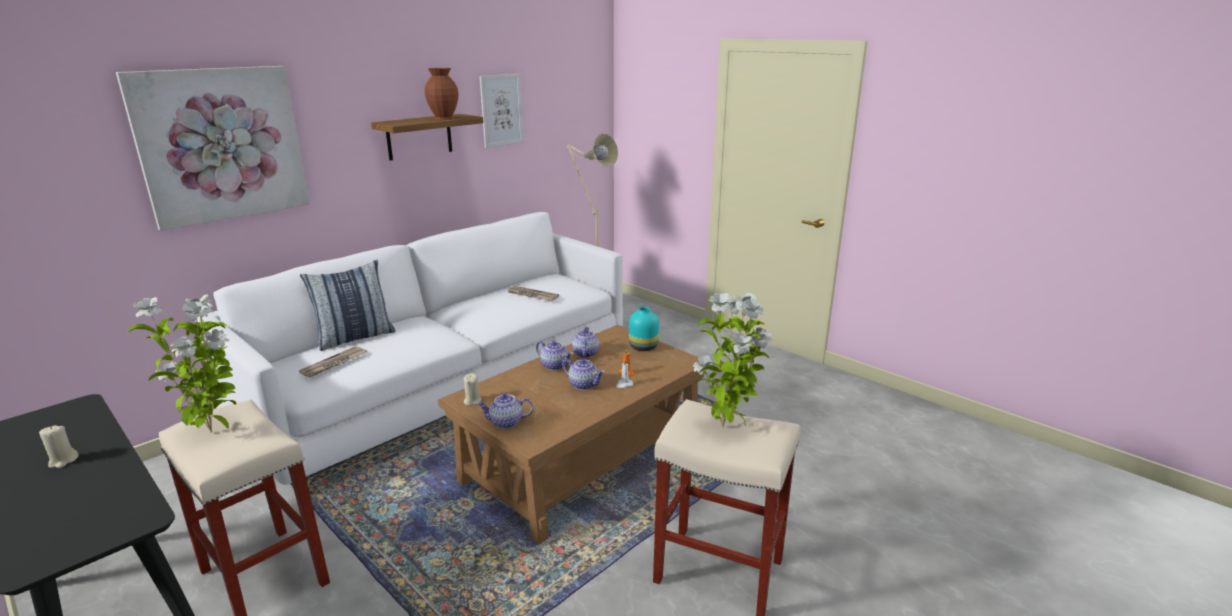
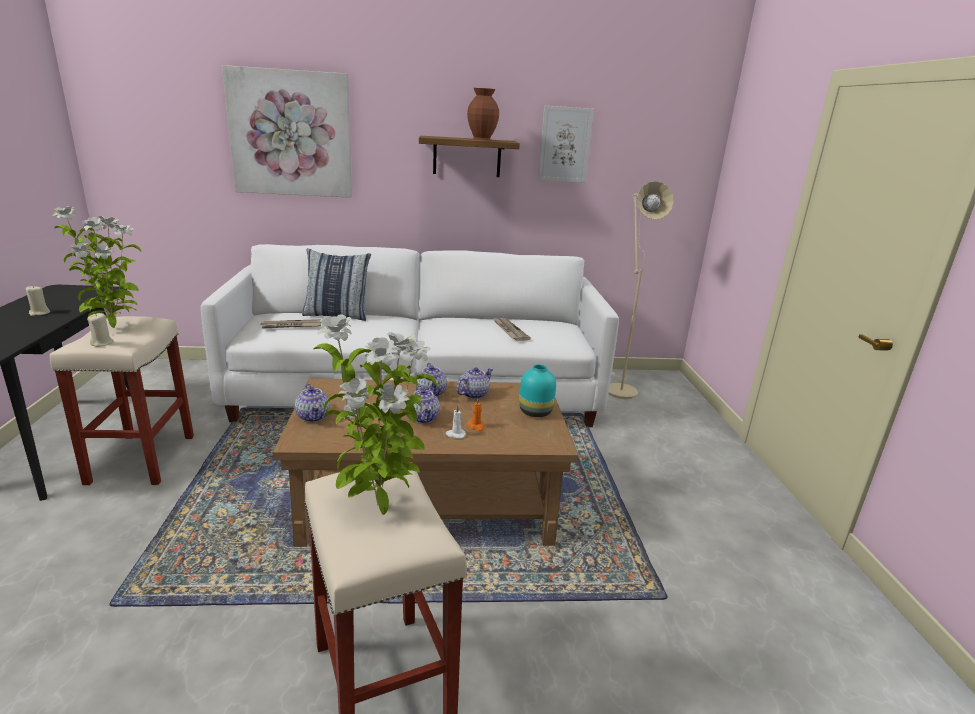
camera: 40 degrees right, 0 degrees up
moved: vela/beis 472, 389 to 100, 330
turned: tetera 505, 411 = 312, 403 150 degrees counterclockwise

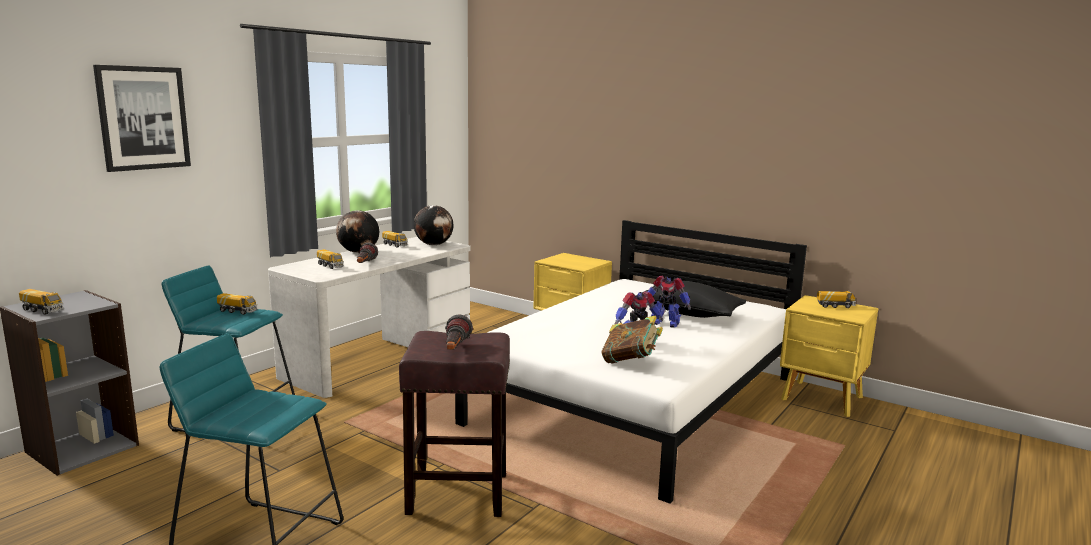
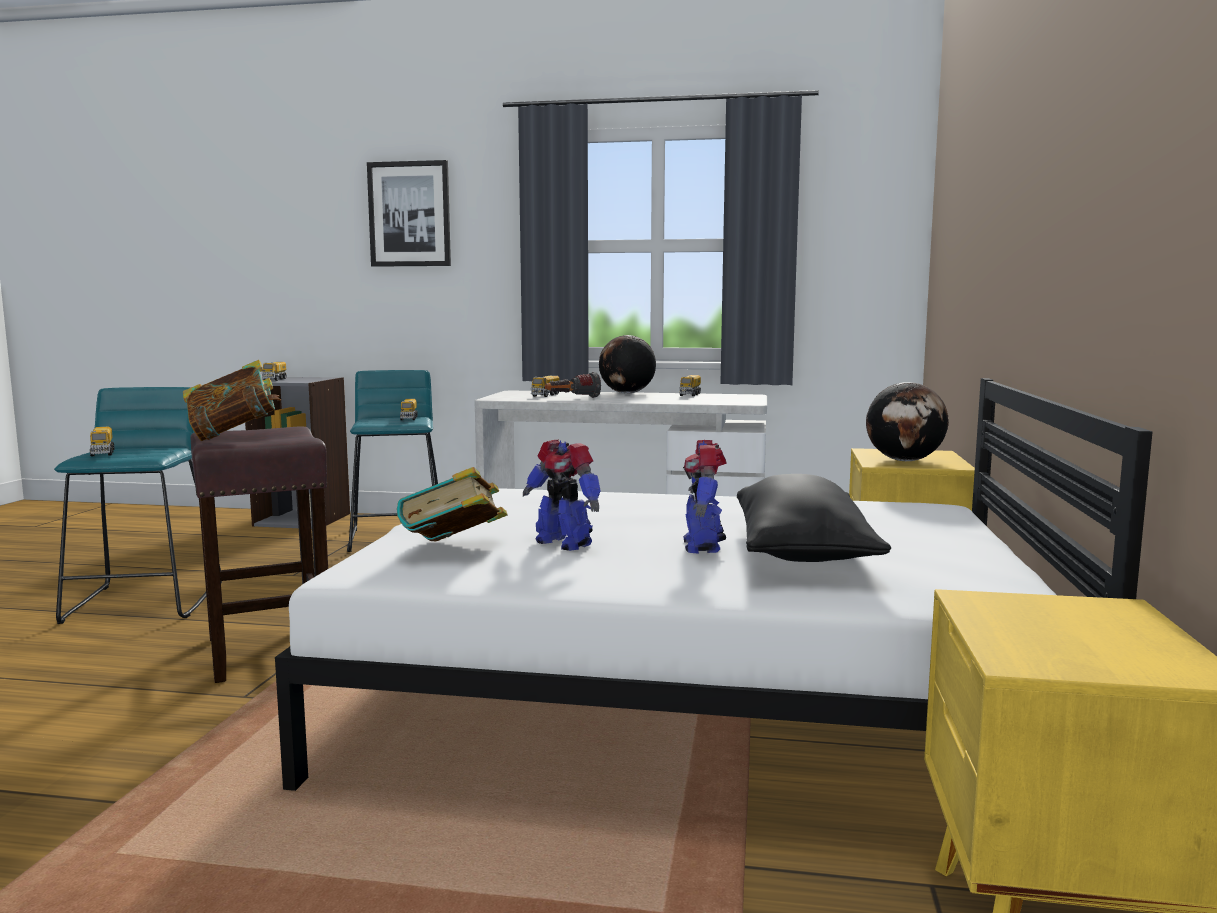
camera: 65 degrees right, 5 degrees down
moved: globo terráqueo 433, 225 to 907, 421; camión de juguete 836, 299 to 102, 441
replaced: linterna 459, 332 to libro 232, 400

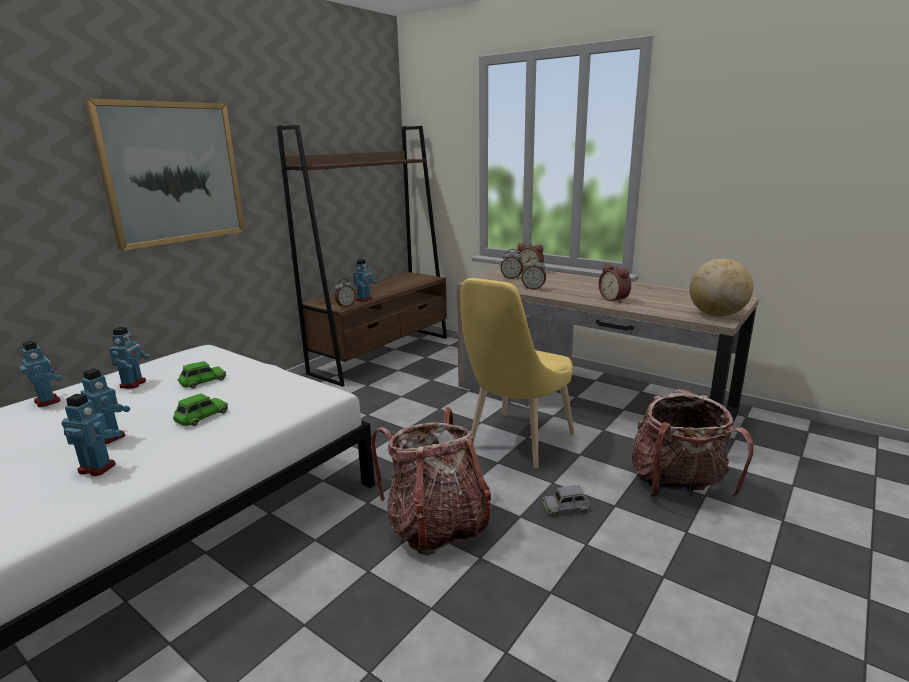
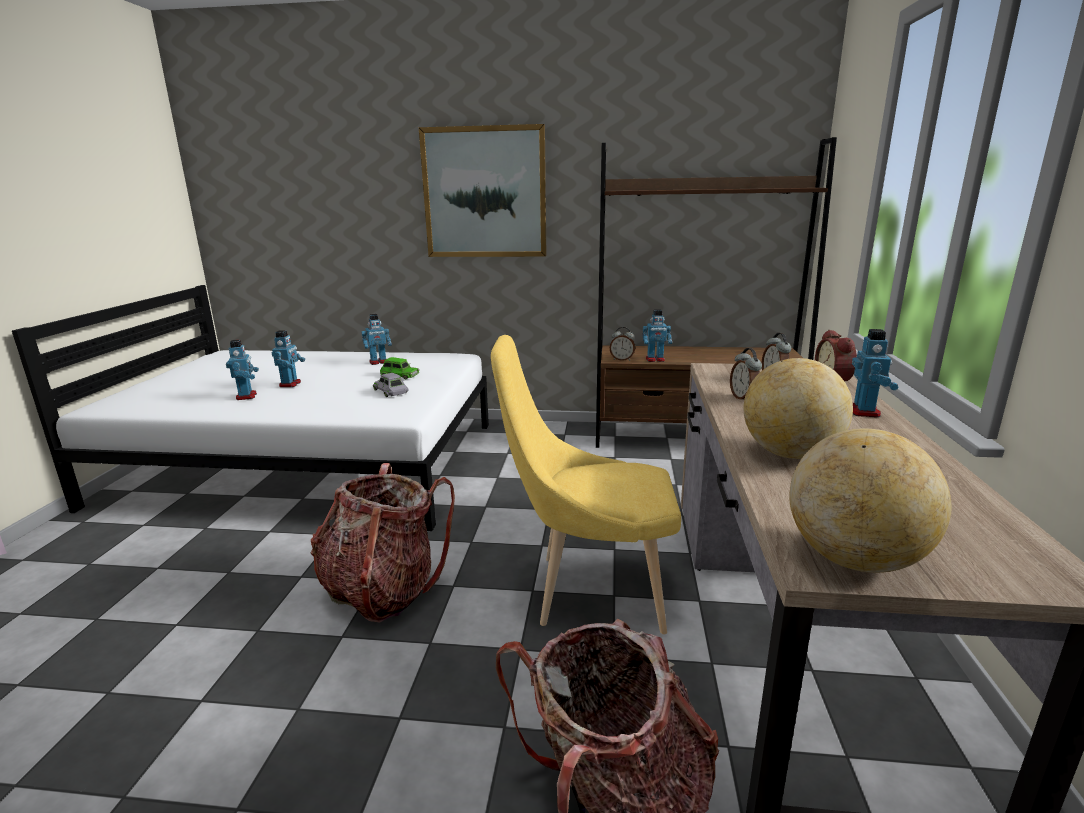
camera: 60 degrees right, 0 degrees up
removed: coche de juguete/verde 200, 409
moved: robot de juguete 40, 374 to 875, 373; coche de juguete/gris 566, 501 to 391, 385
replaced: despertador 615, 283 to globo terráqueo 798, 408

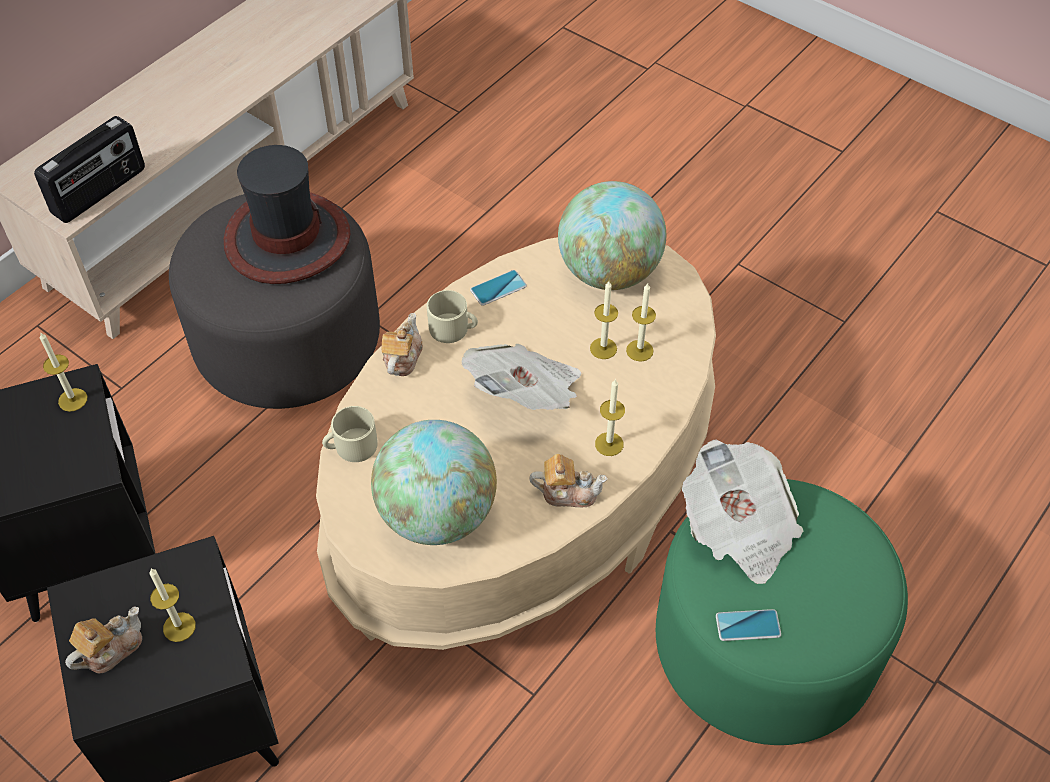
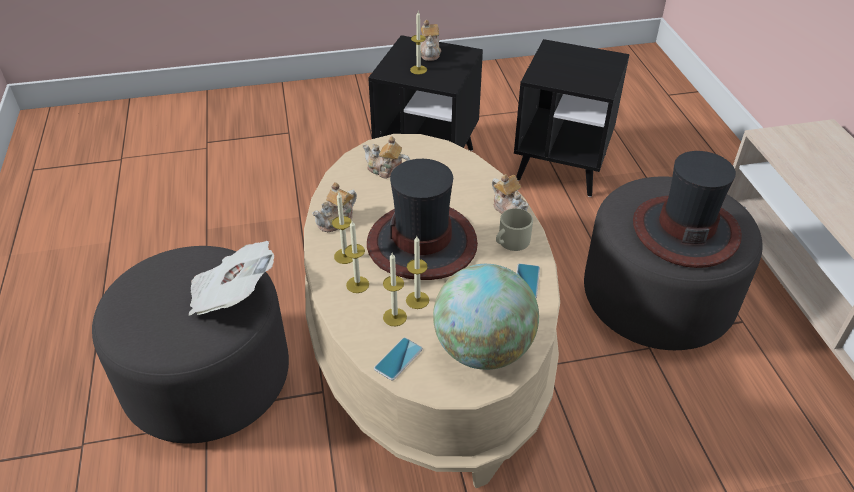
camera: 130 degrees right, 10 degrees down
removed: radio 89, 169; taza grande/beis 349, 434
moved: vela 63, 372 to 357, 257; móvil 748, 625 to 398, 358
replaced: globo terráqueo 434, 482 to tetera 386, 157; periódico 522, 377 to sombrero 422, 219
recoloured: puf/verde 782, 612 to puf/gris 190, 344

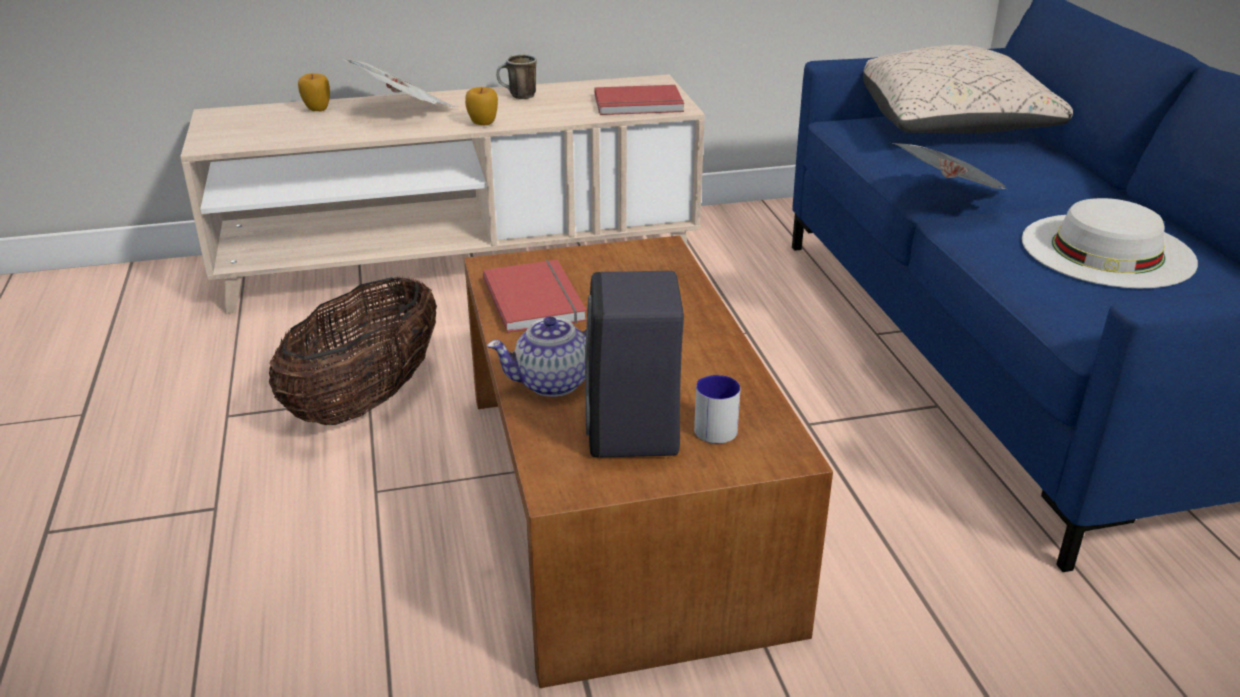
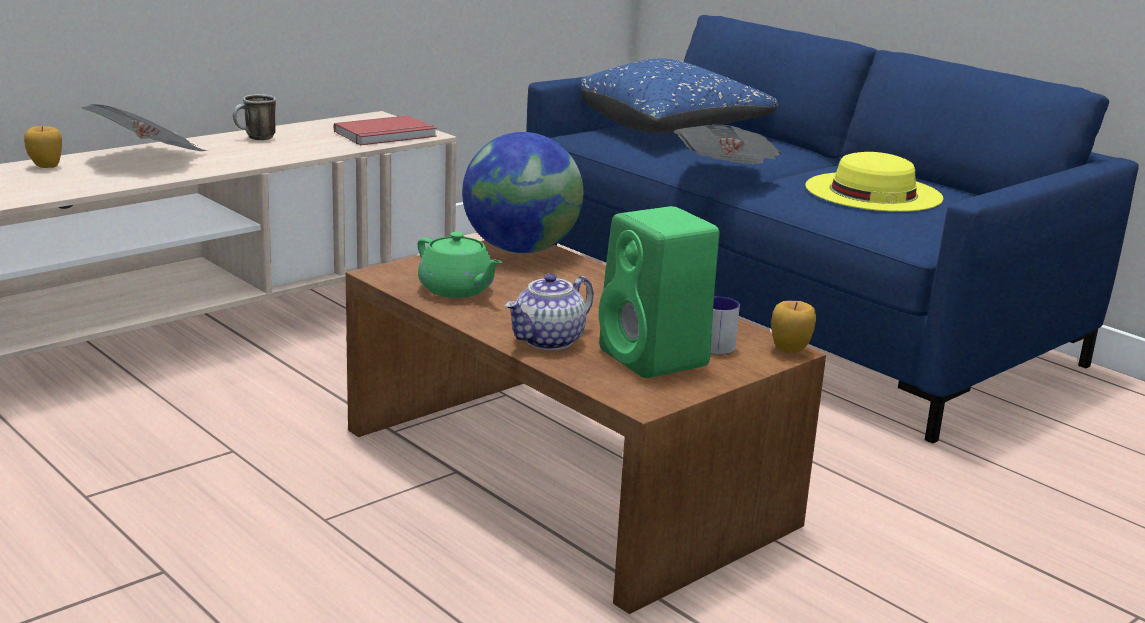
camera: 30 degrees left, 10 degrees down
removed: cesta 353, 350
added: globo terráqueo 522, 193
moved: manzana 481, 106 to 793, 326
replaced: libro/rojo 535, 296 to tetera/verde 460, 265
recoloured: altavoz/negro 634, 364 to altavoz/verde 659, 292; cojín/beis 968, 89 to cojín/azul 679, 95; sombrero/blanco 1110, 243 to sombrero/amarillo 874, 182

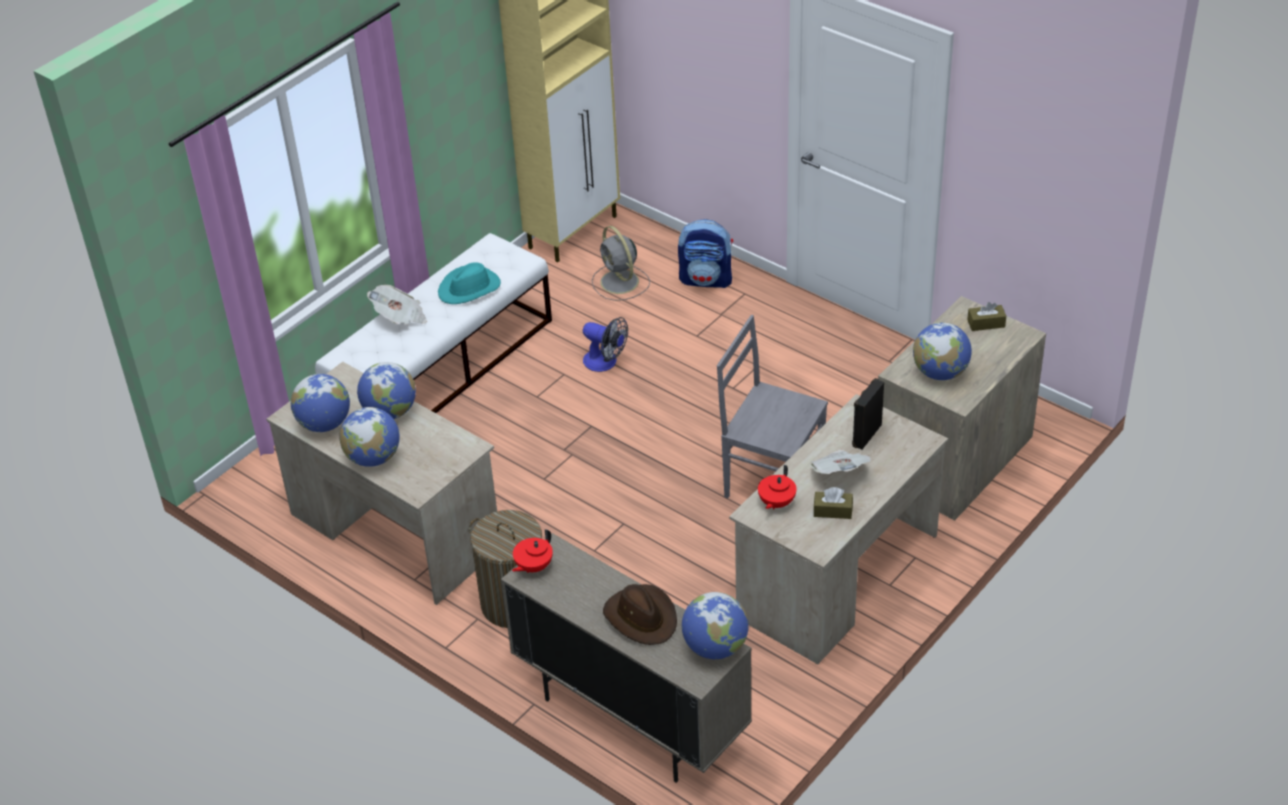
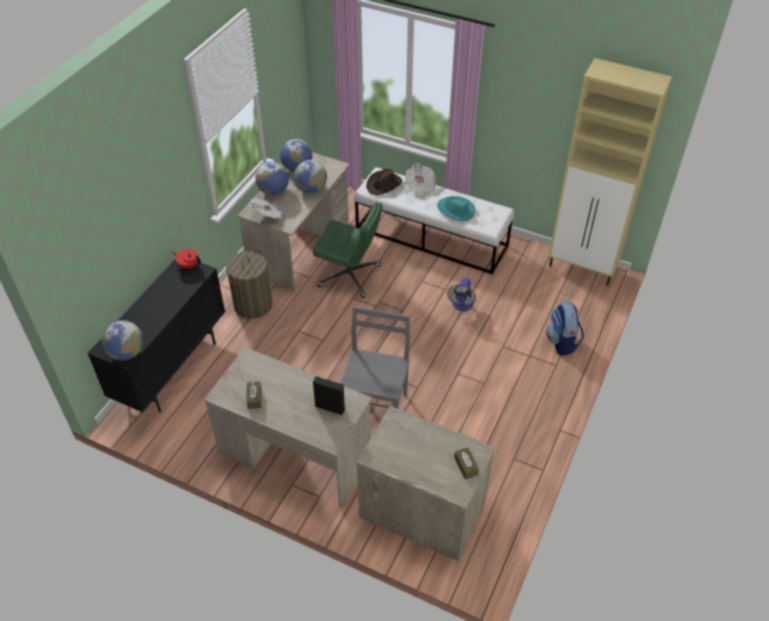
camera: 75 degrees right, 5 degrees up
removed: ventilador/gris 621, 263; tetera/rojo 777, 487; globo terráqueo 942, 351
added: silla de oficina/verde 348, 250
moved: sombrero/marrón 640, 614 to 384, 182; periódico 840, 462 to 268, 208
recoloured: armario/beis 626, 658 to armario/negro 156, 336

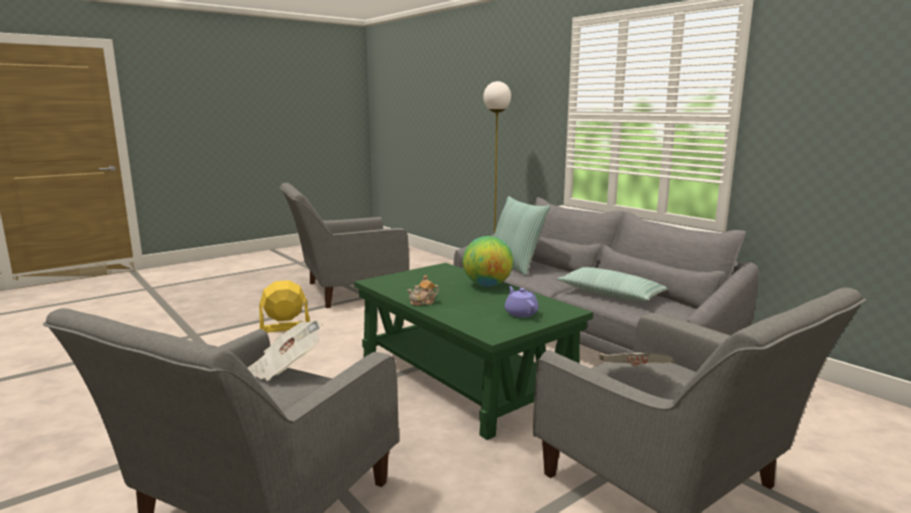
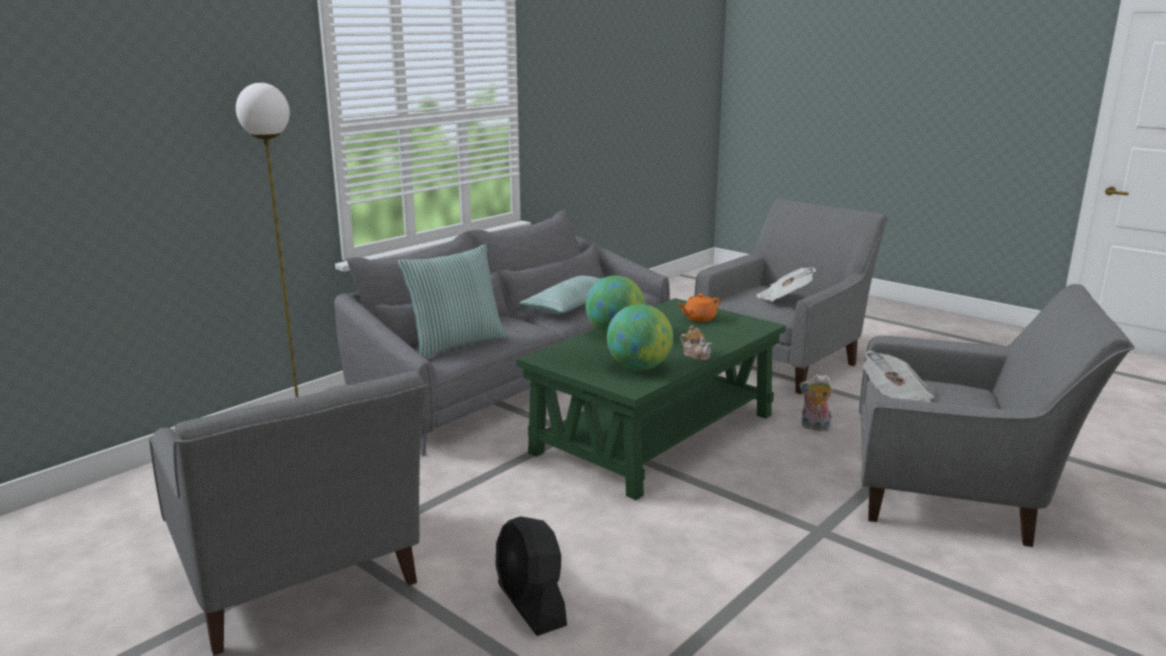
camera: 100 degrees left, 5 degrees up
added: globo terráqueo 640, 337; peluche 816, 402
recoloured: ventilador/amarillo 284, 306 to ventilador/negro 531, 576; tetera/morado 522, 301 to tetera/naranja 699, 308

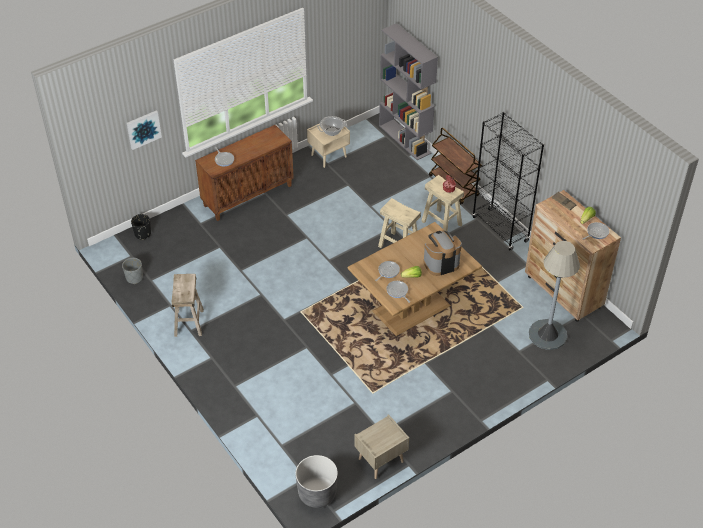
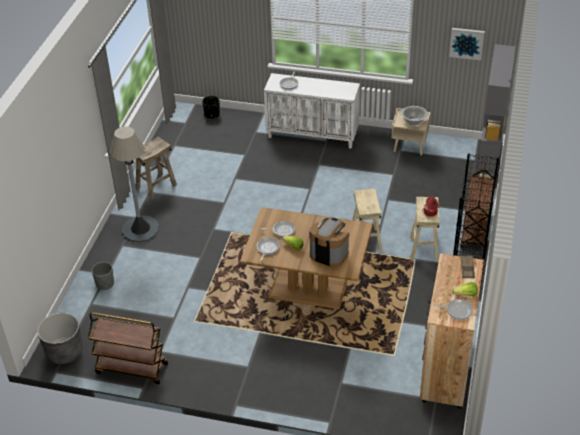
camera: 50 degrees right, 5 degrees down
moved: maceta/gris 132, 271 to 103, 276; cuadro 144, 130 to 467, 44; lámpara de pie/gris 554, 295 to 134, 184
replaced: mesita de noche/beis 382, 446 to carrito/marrón 128, 348
recoloured: armario/marrón 244, 173 to armario/blanco 312, 111

